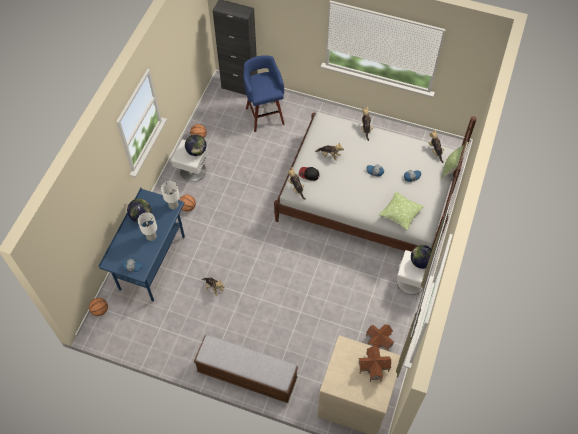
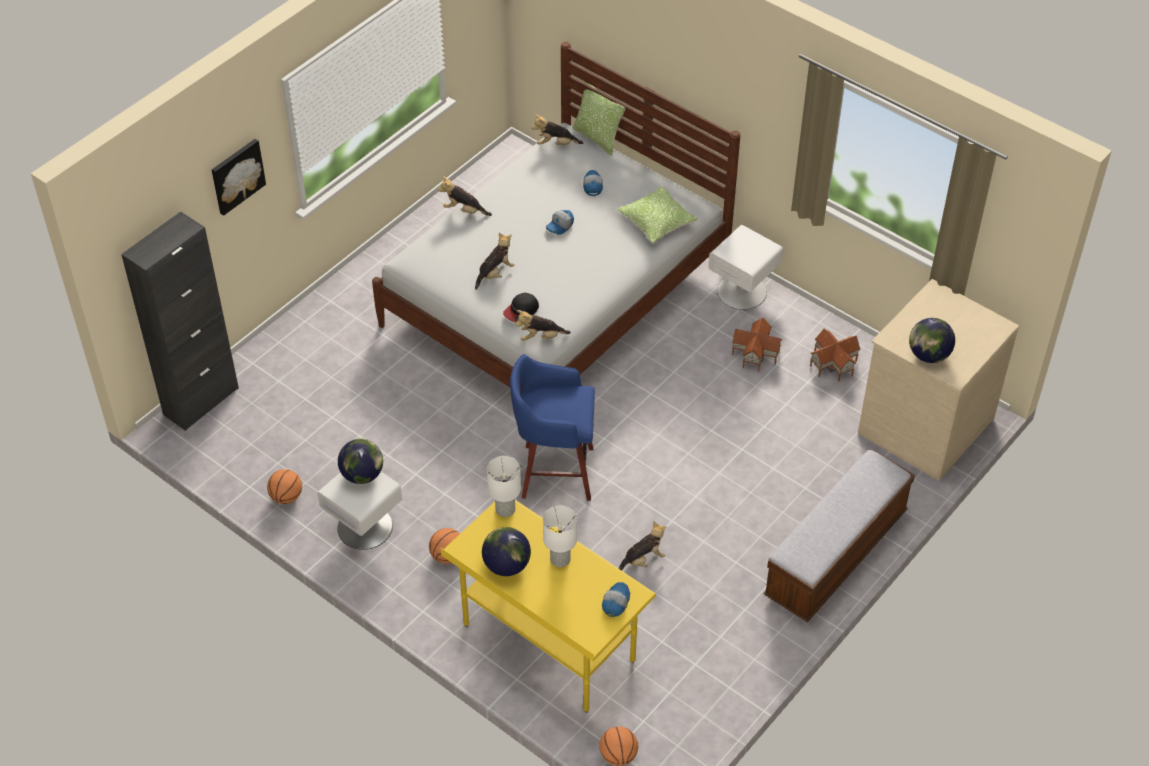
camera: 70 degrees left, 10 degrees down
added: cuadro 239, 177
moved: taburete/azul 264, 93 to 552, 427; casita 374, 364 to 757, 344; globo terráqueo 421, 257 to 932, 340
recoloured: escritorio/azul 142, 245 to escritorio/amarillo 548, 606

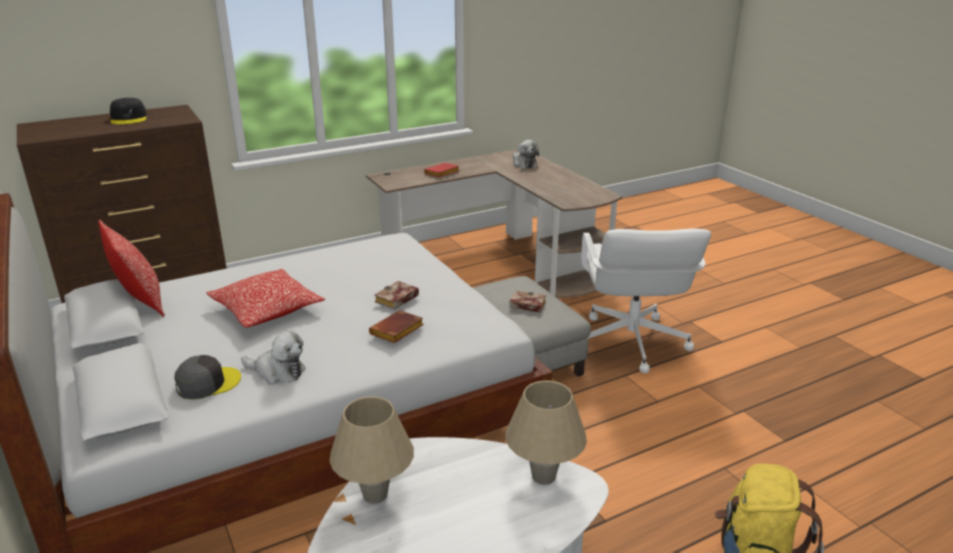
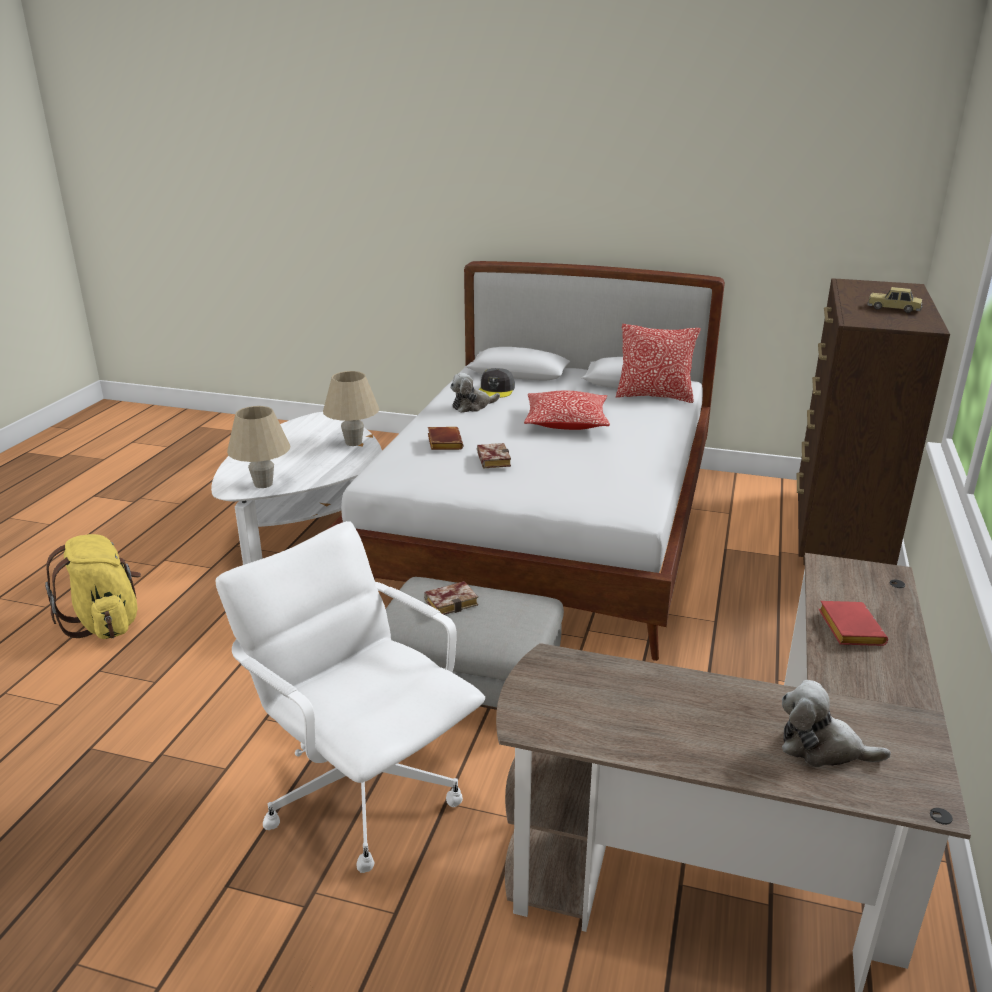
camera: 135 degrees right, 0 degrees up
replaced: gorra/negro 128, 111 to coche de juguete 895, 300

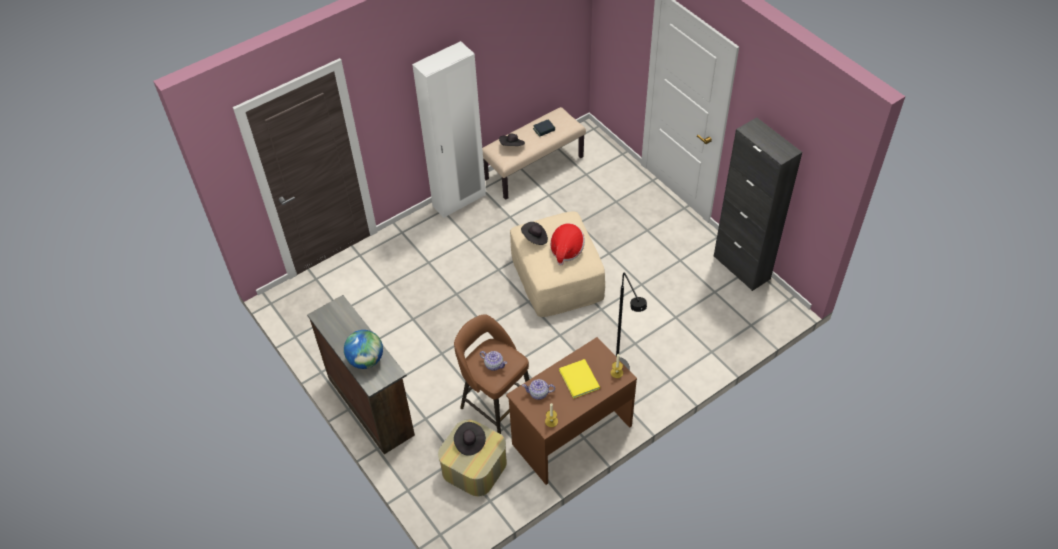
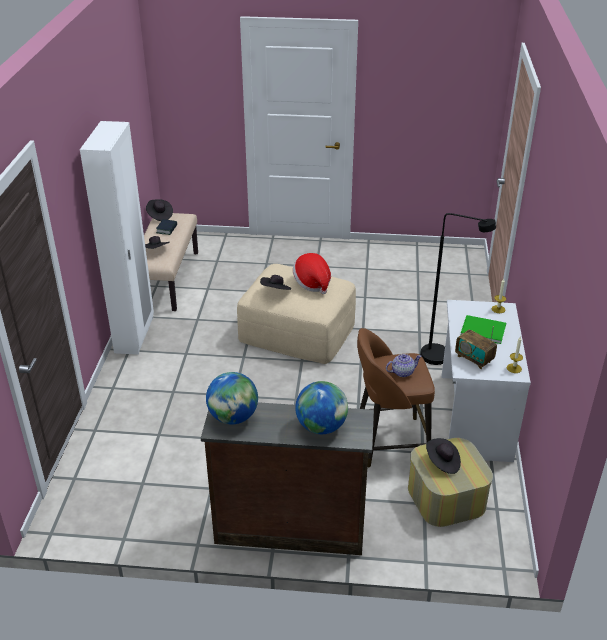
camera: 50 degrees left, 15 degrees down
removed: armario/negro 757, 204
added: sombrero/negro 159, 210; globo terráqueo 232, 398
replaced: tetera 538, 389 to radio 476, 347
recoloured: escritorio/marrón 571, 411 to escritorio/blanco 486, 381; libro/amarillo 579, 379 to libro/verde 483, 329

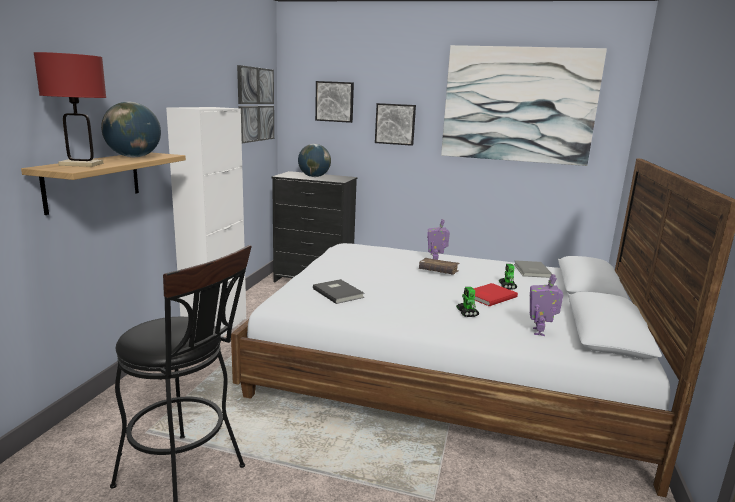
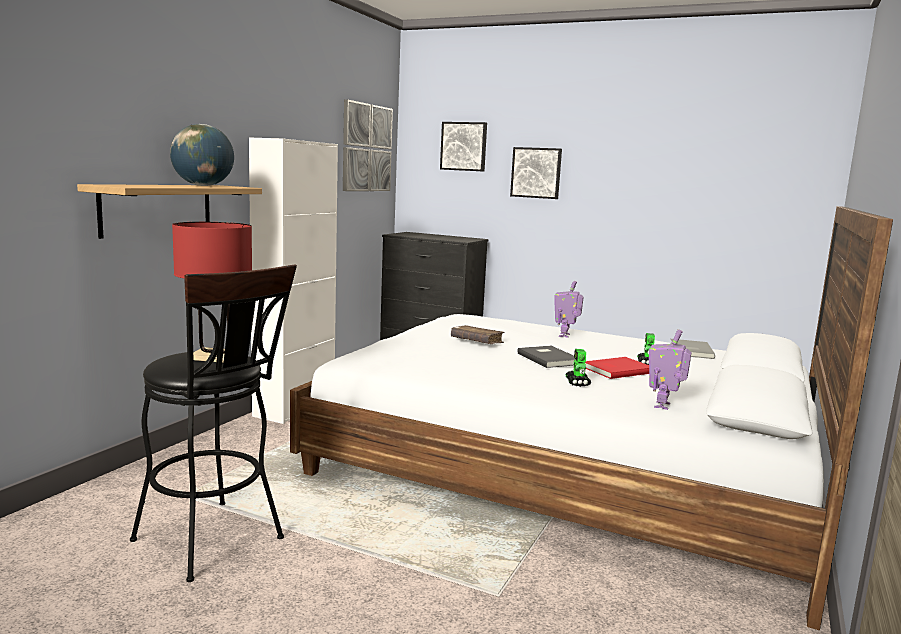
camera: 10 degrees right, 5 degrees down
removed: globo terráqueo 314, 160; cuadro 524, 105
moved: lámpara de mesa/rojo 70, 109 to 212, 292; libro/gris 339, 291 to 546, 357; libro/marrón 439, 266 to 478, 334

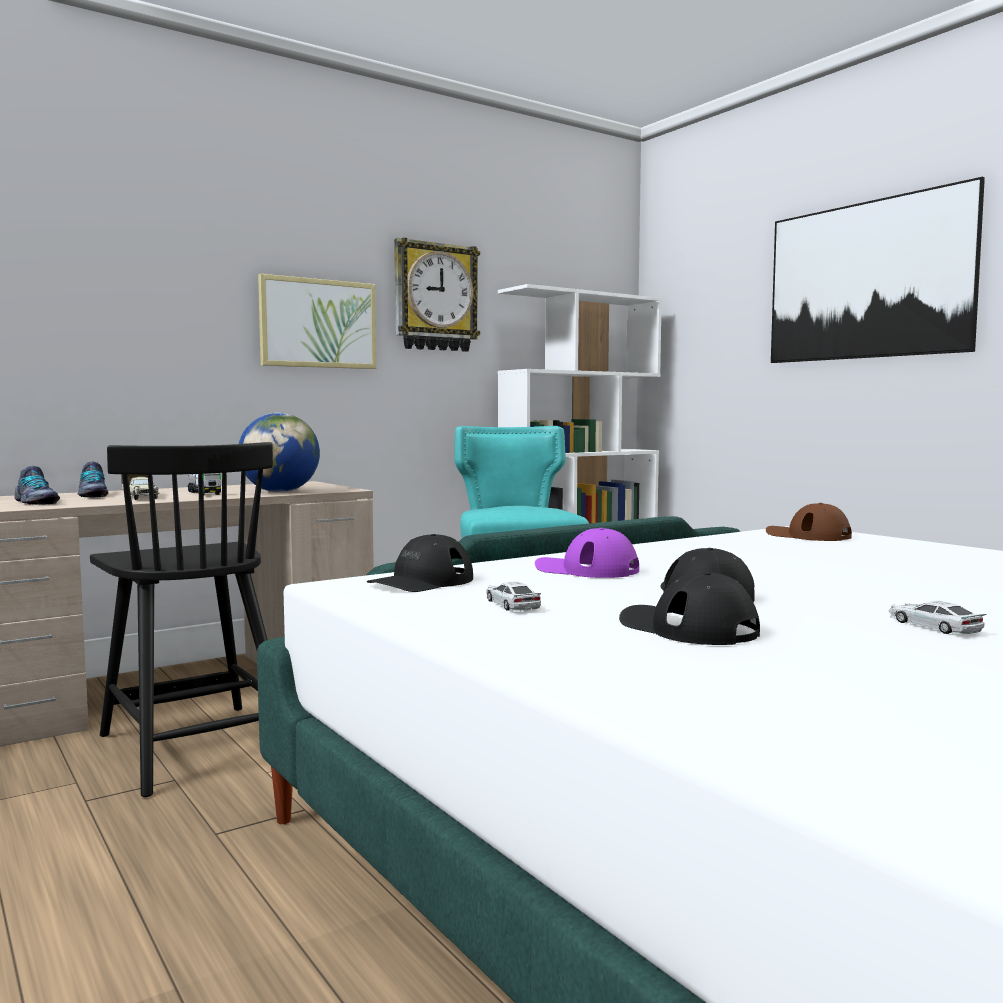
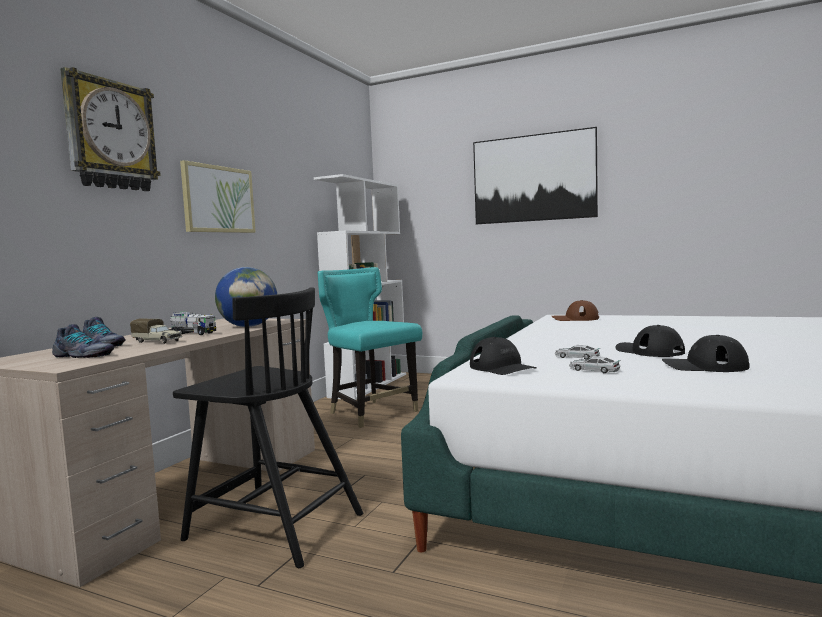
camera: 30 degrees left, 0 degrees up
removed: gorra/morado 587, 553
moved: reloj de pared 437, 294 to 110, 129; coche de juguete 937, 617 to 577, 352
turned: gorra/negro 420, 563 = 503, 356 45 degrees counterclockwise

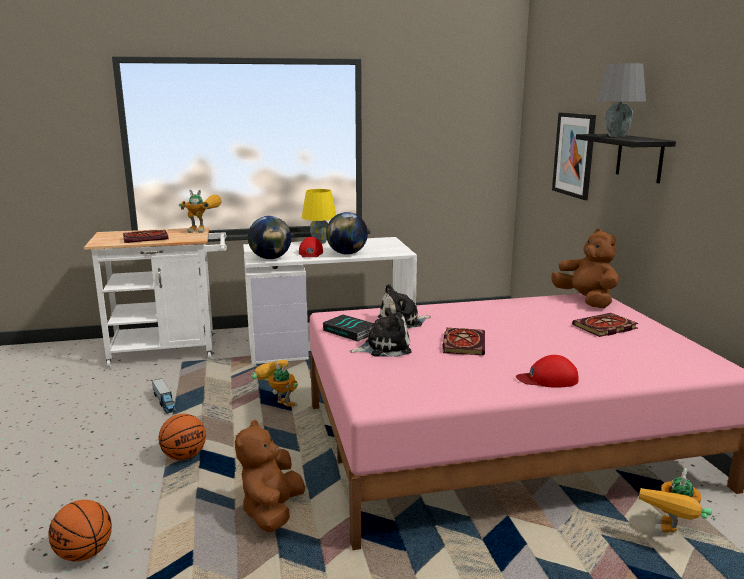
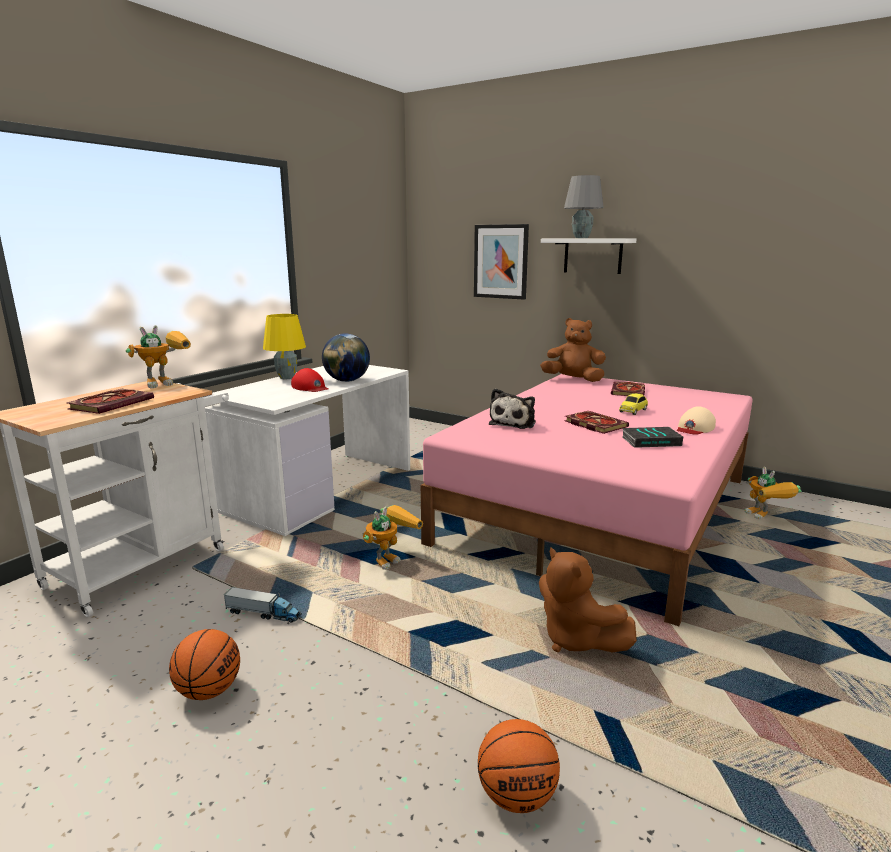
camera: 45 degrees left, 0 degrees up
removed: globo terráqueo 269, 237; peluche 381, 332
added: coche de juguete 633, 404
moved: balón de baloncesto 182, 437 to 204, 664; libro 348, 328 to 652, 437
recoloured: gorra/rojo 547, 371 to gorra/beis 696, 420; estante/negro 626, 158 to estante/blanco 589, 256
turned: robot de juguete 274, 383 = 393, 537 135 degrees clockwise

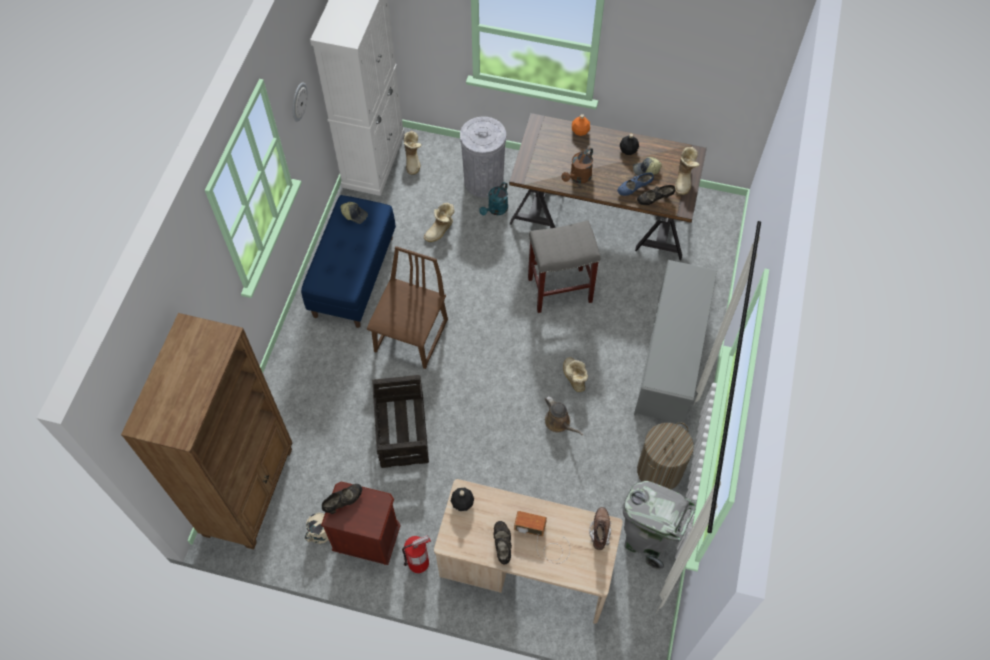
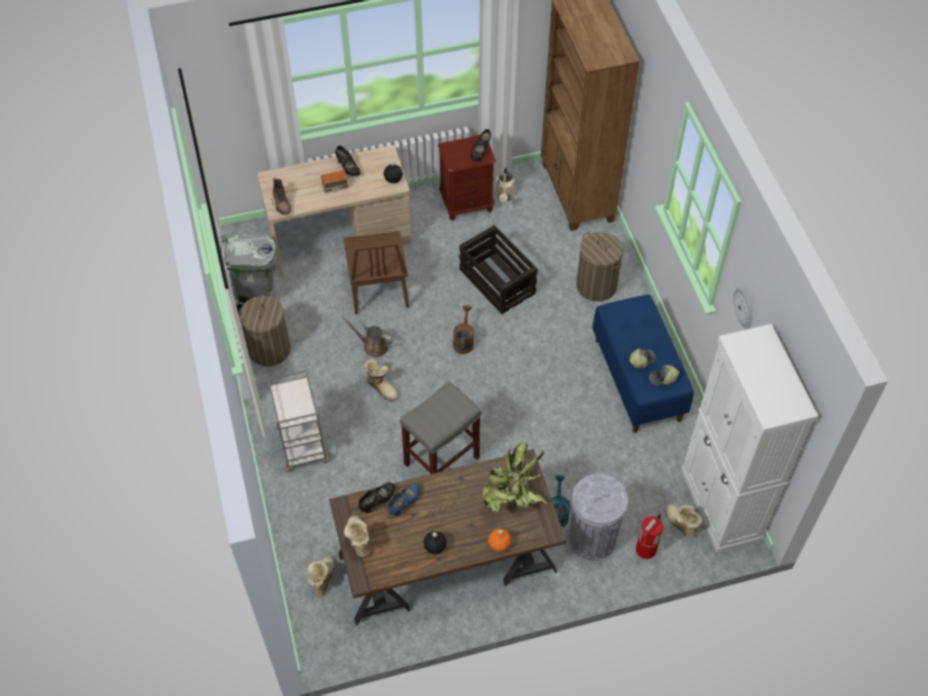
camera: 150 degrees right, 5 degrees down
added: planta en maceta 515, 477; cesto de la ropa 599, 266
moved: silla/marrón 407, 307 to 376, 272; extintor 416, 554 to 649, 536; bota 439, 222 to 321, 576; regadera/marrón 577, 165 to 463, 329; gorra 647, 166 to 642, 358
replaced: zapatero/gris 675, 341 to carrito/gris 297, 421

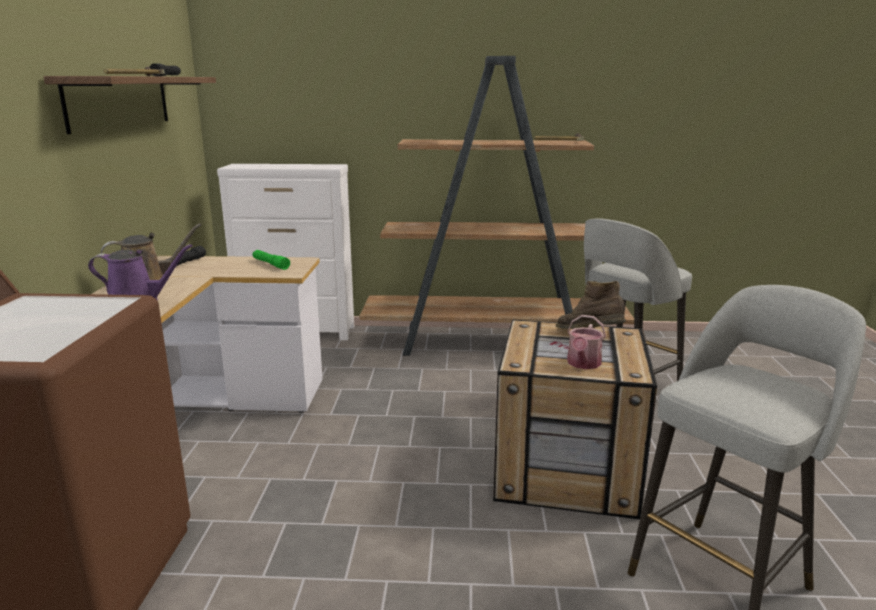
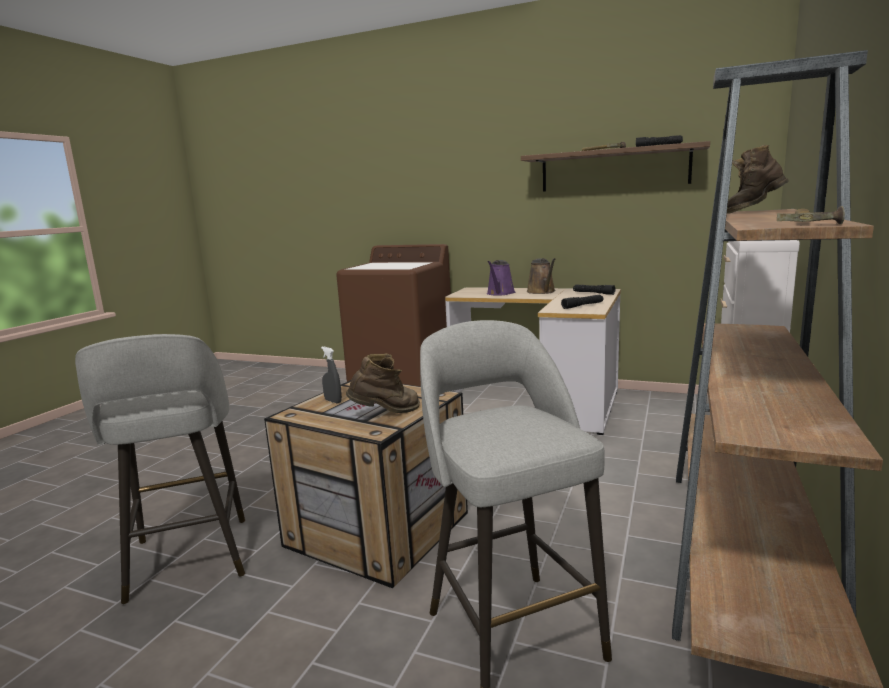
camera: 110 degrees right, 5 degrees down
added: bota/marrón 758, 179
replaced: regadera 586, 342 to pulverizador/gris 331, 375
recoloured: linterna/verde 271, 260 to linterna/negro 582, 302

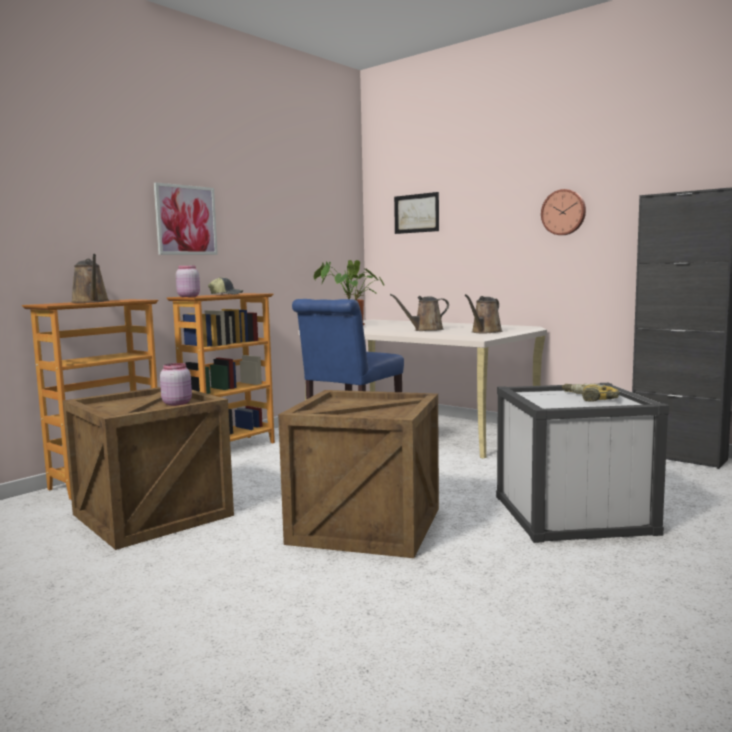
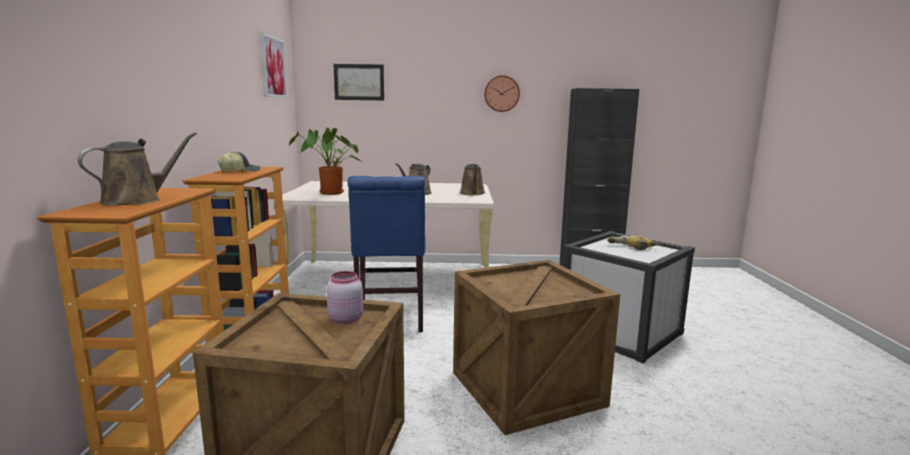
camera: 40 degrees left, 5 degrees up
removed: tarro/rosa 188, 281
moved: cuadro 186, 218 to 274, 65
turned: regadera/marrón 90, 278 = 137, 168 75 degrees counterclockwise

